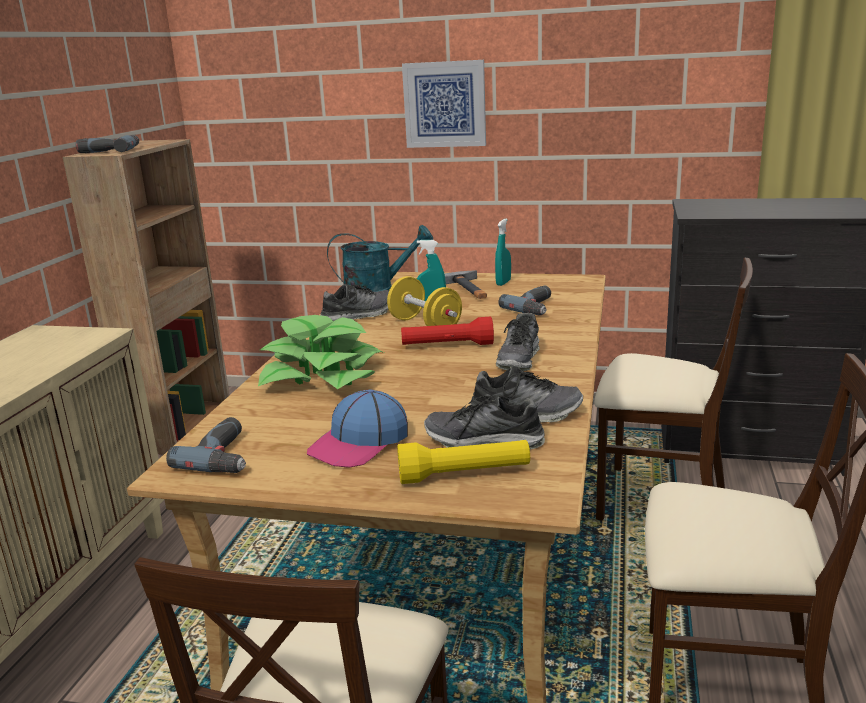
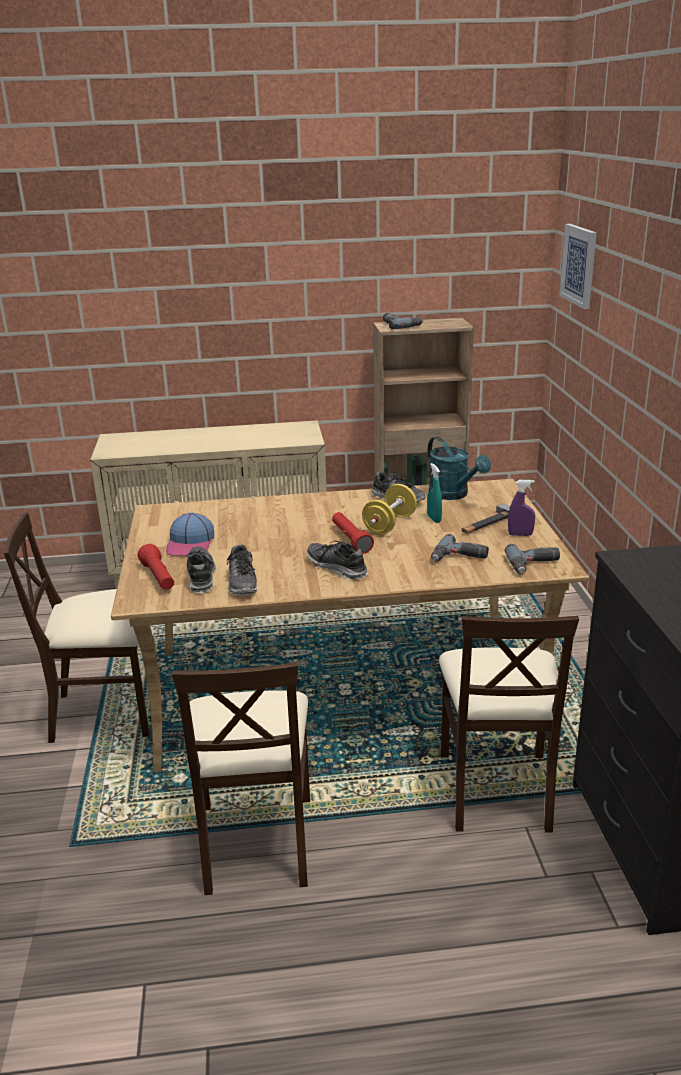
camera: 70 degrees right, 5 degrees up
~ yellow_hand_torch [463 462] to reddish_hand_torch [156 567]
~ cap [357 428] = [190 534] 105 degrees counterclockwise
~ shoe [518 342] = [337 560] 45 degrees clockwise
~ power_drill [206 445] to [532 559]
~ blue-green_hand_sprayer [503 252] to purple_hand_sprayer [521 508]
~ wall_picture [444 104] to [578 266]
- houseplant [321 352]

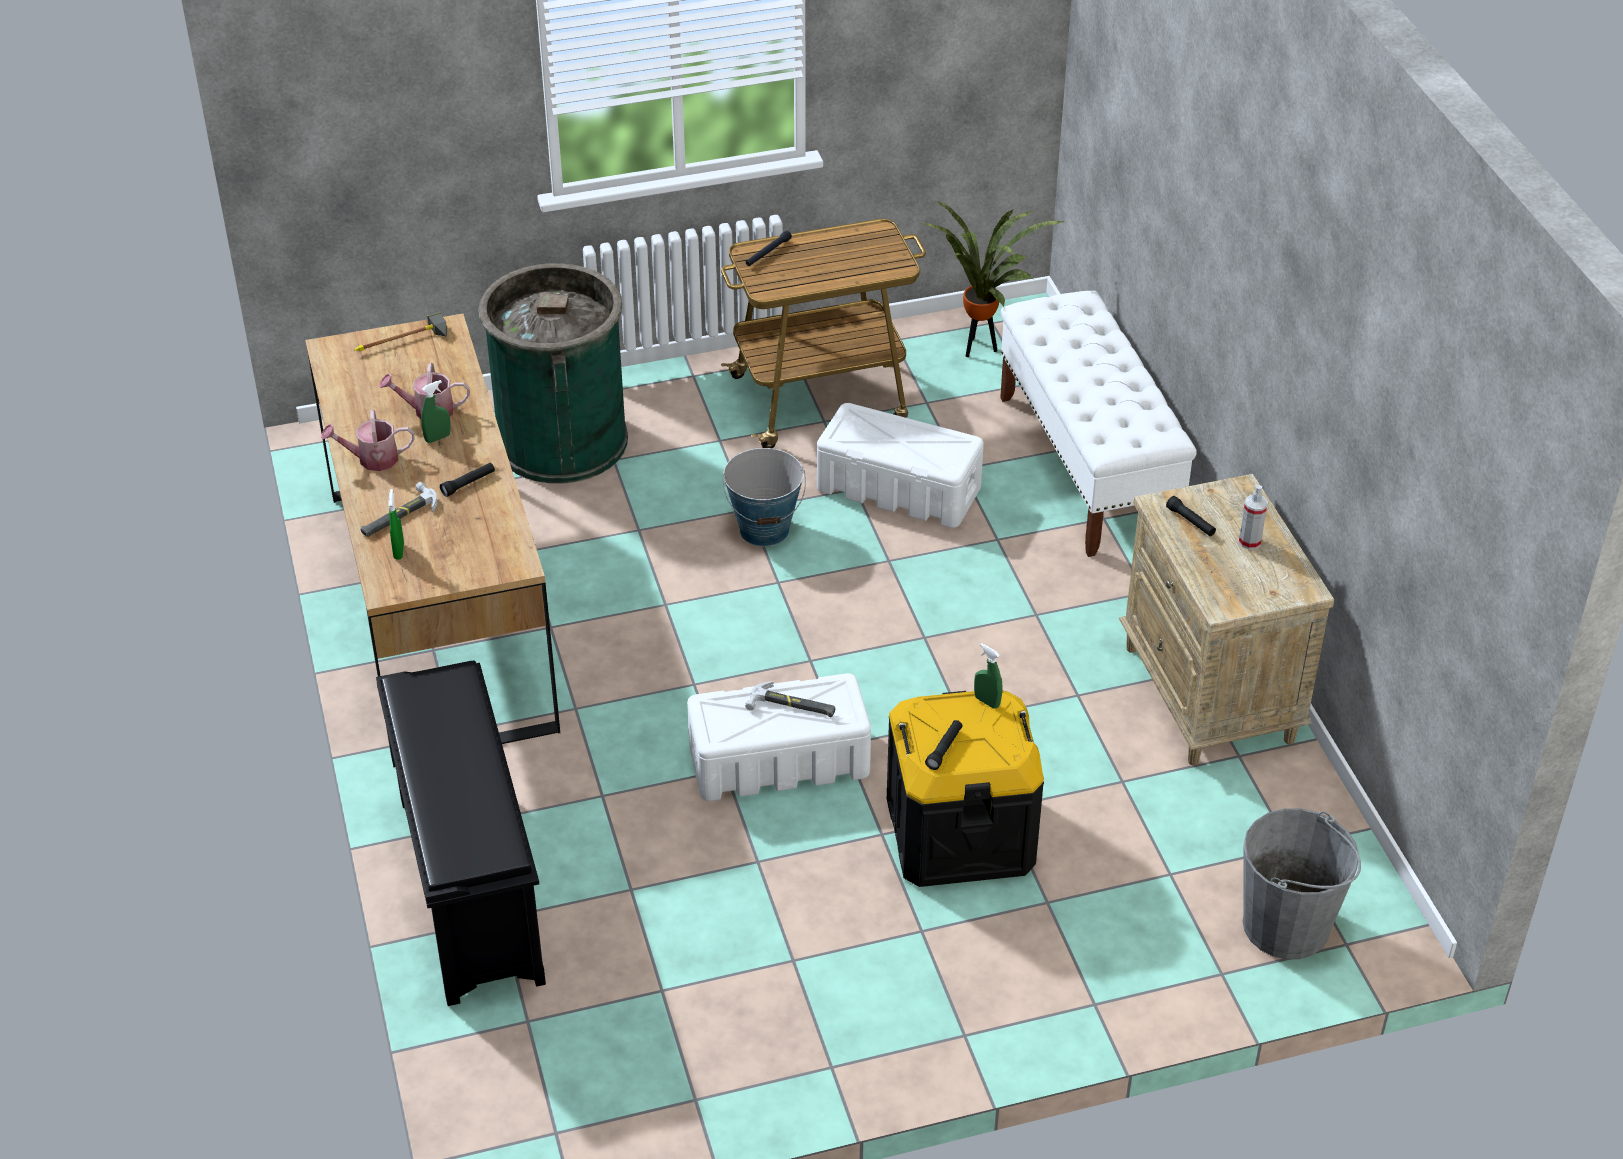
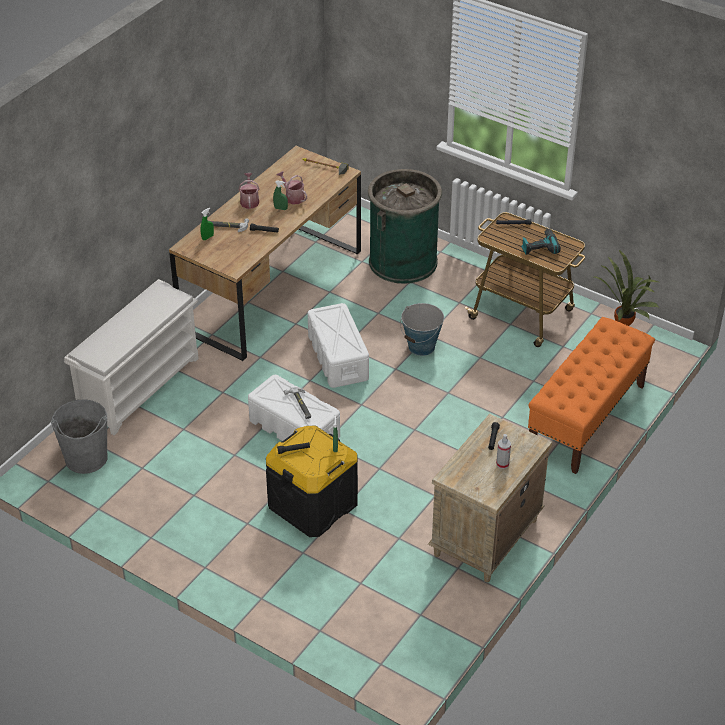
camera: 50 degrees right, 0 degrees up
~ grey_bucket [1302 883] to [79 436]
~ black-coloured_shoe_shelf [461 833] to white-coloured_shoe_shelf [131 357]
~ sprinkling_can [367 440] = [249 191] 45 degrees clockwise
~ white-coloured_storage_box [900 465] to [338 345]
+ power_drill [541 241]
~ white-coloured_indoor_bench [1098 424] to orange-coloured_indoor_bench [591 395]

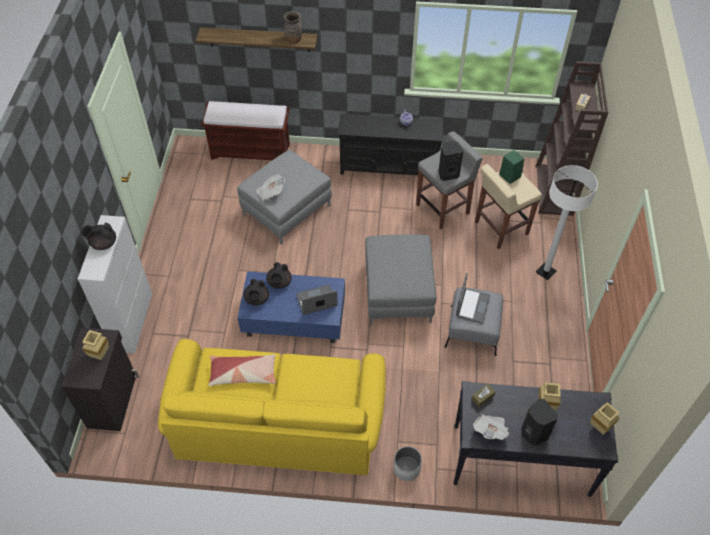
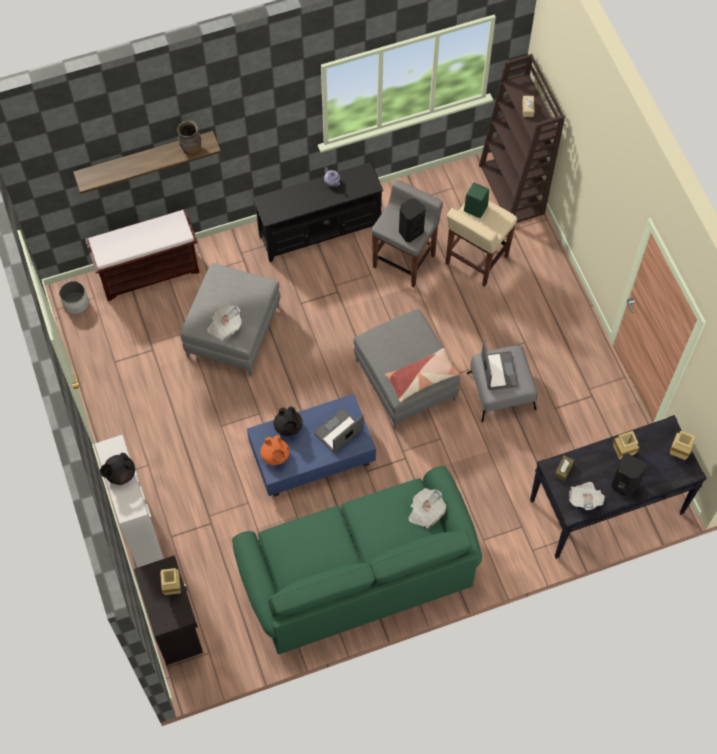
camera: 25 degrees left, 10 degrees up
~ white-coloured_flower_pot [407 463] to [74 297]
~ yellow_settee [272 407] to green_settee [357 560]
~ black-coloured_pot_for_tea [256 292] to orange-coloured_pot_for_tea [275 450]
~ throw_pillow [242 370] to [422 375]
+ newspaper [427 508]
- white-coloured_floor_lamp [567 222]

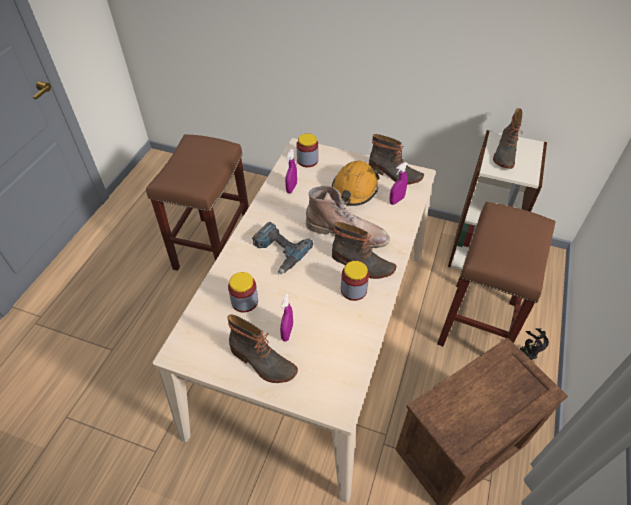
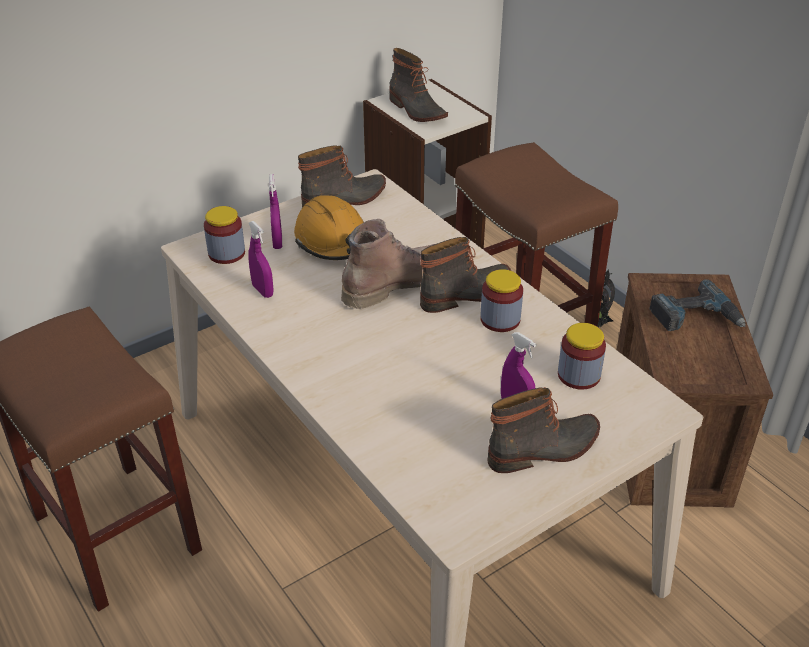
camera: 55 degrees left, 10 degrees down
~ purple_hand_sprayer [398 183] to [275 211]
~ preserve_jar [243 292] to [582 356]
~ power_drill [282 248] to [698 305]

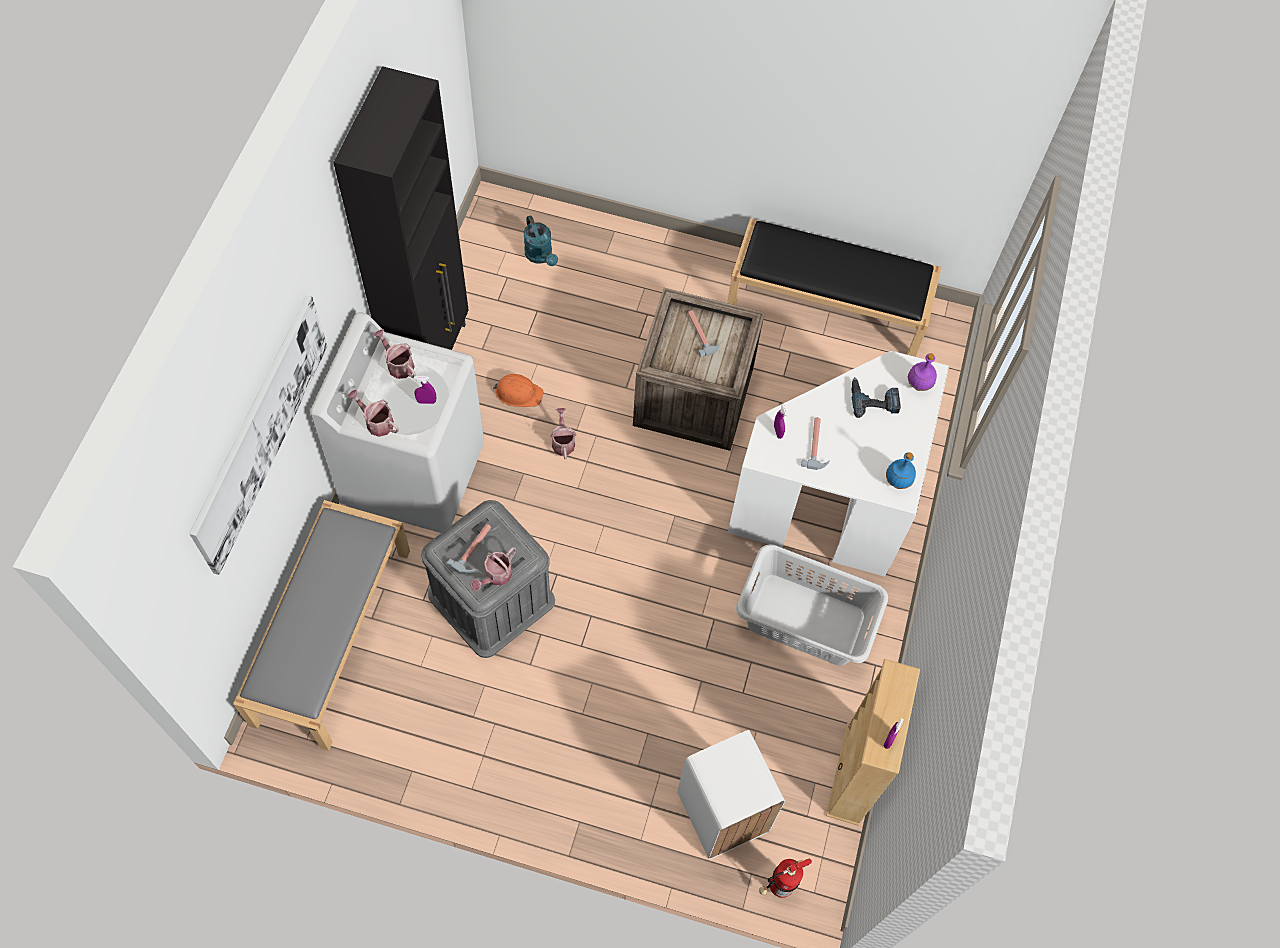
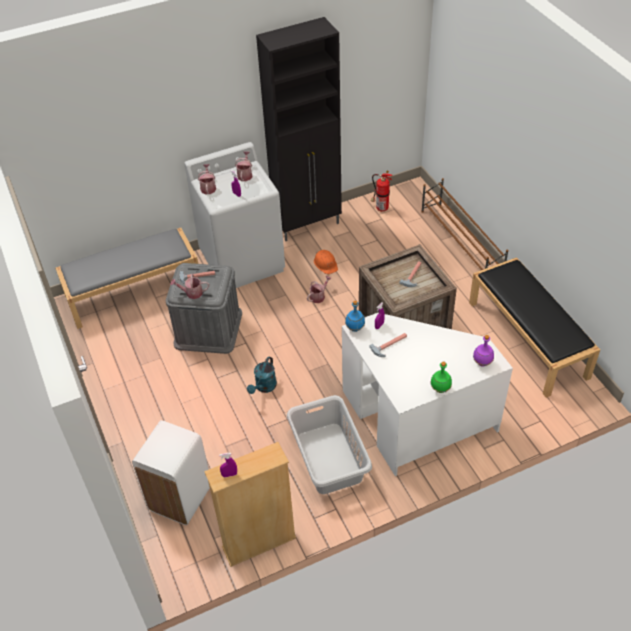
camera: 55 degrees right, 15 degrees down
~ blue-green_sprinkling_can [541 240] to [262 375]
~ bluish_beverage_bottle [901 470] to [355 316]
~ fire-fighting_cylinder [785 878] to [381 191]
+ brownish_shoe_shelf [464 224]
+ green_beverage_bottle [441 377]
- wall_picture [258 435]
- power_drill [876 397]

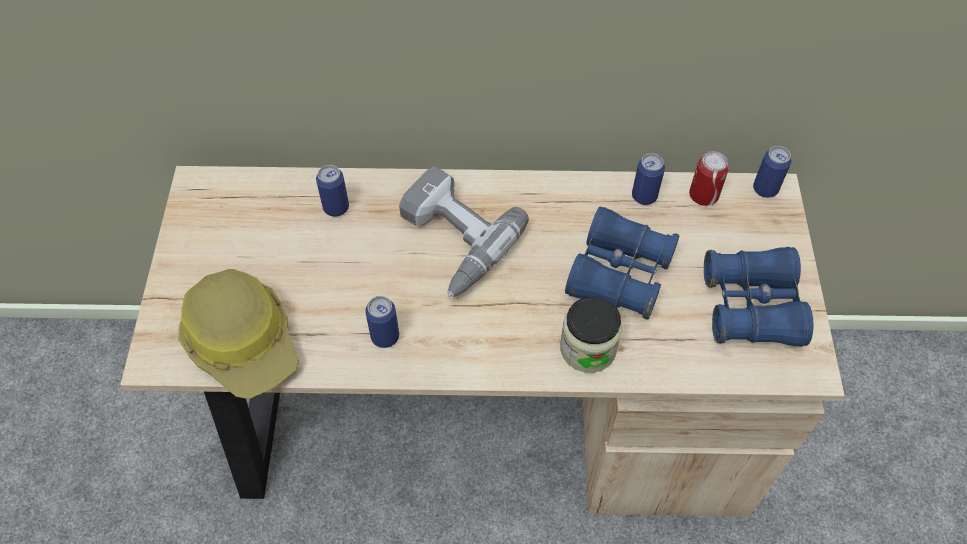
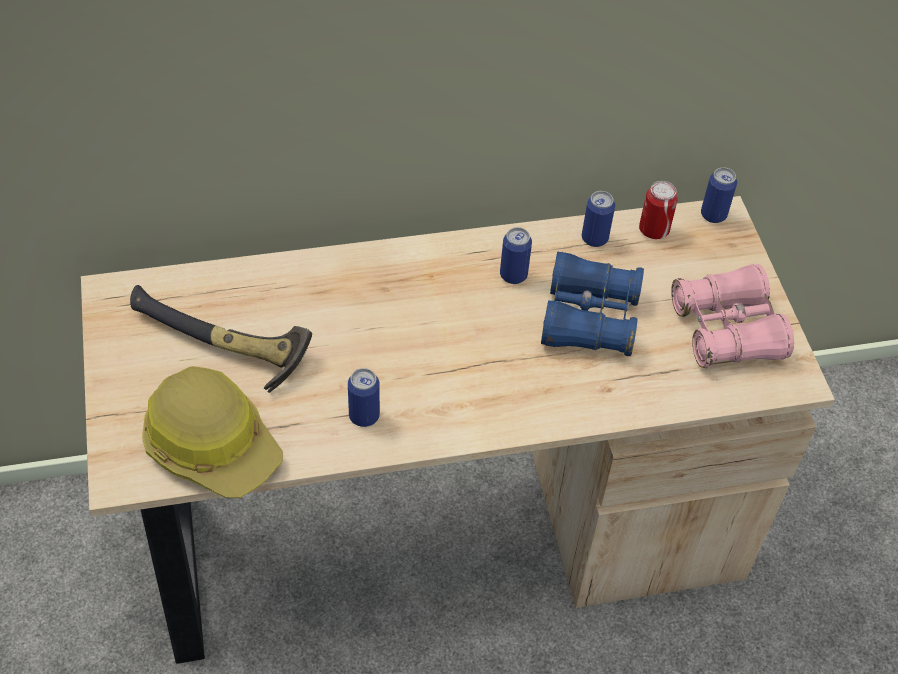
camera: 15 degrees left, 5 degrees down
+ hand_hammer [221 339]
~ sealed_can [332 191] to [516 255]
~ bluish_binoculars [759 297] to pinkish_binoculars [732 316]
- power_drill [464 231]
- preserve_jar [591 334]

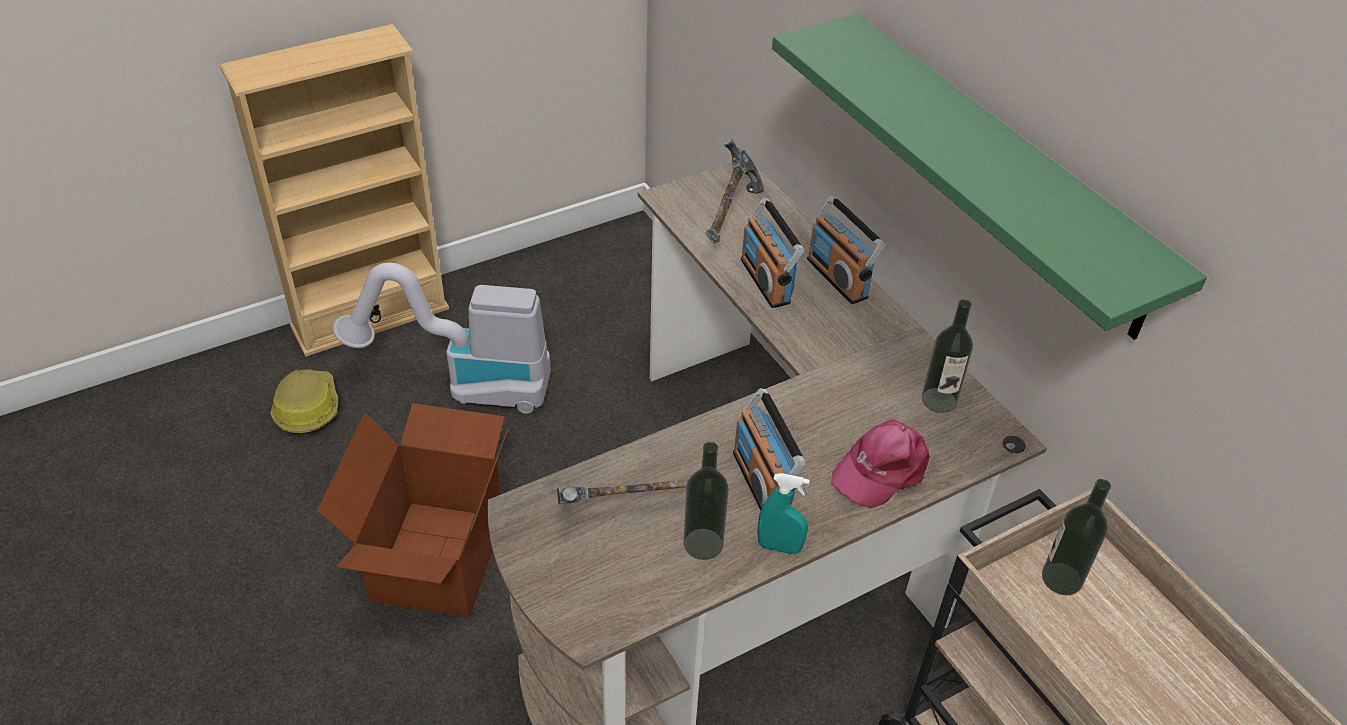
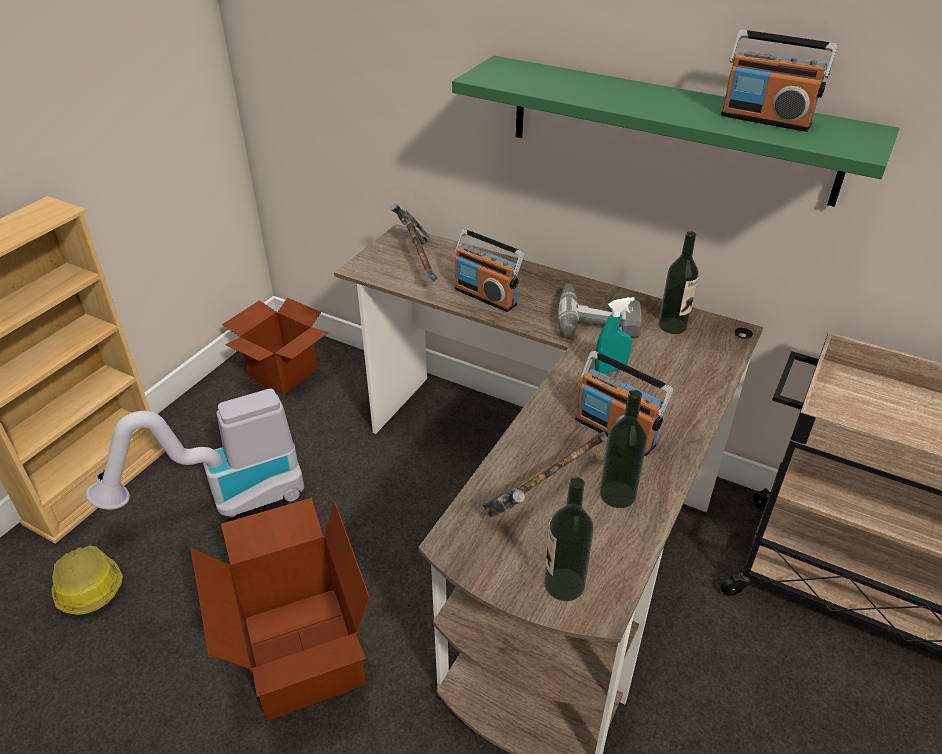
camera: 30 degrees left, 5 degrees down
+ cardboard_box [275 346]
~ beverage_bottle [1076 537] to [569 539]
+ power_drill [600 310]
~ blue-green_hand_sprayer [783 513] to [615 335]
~ radio [846 250] to [779 81]
- pinkish_cap [880 464]

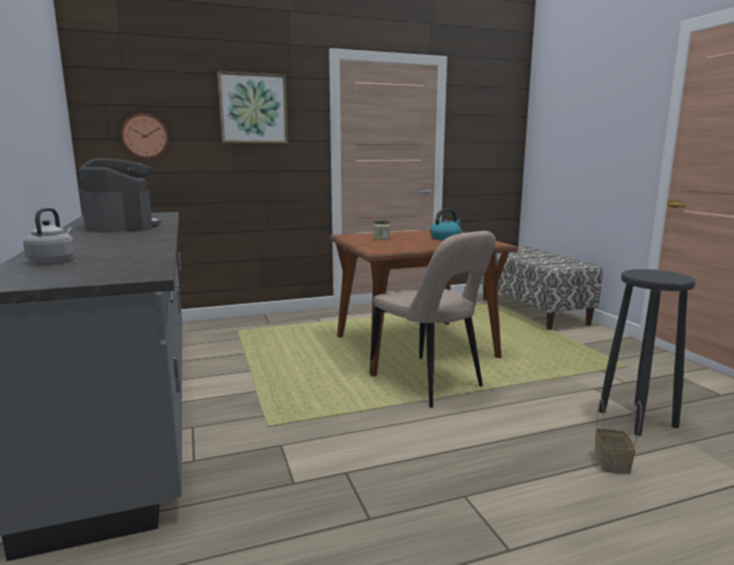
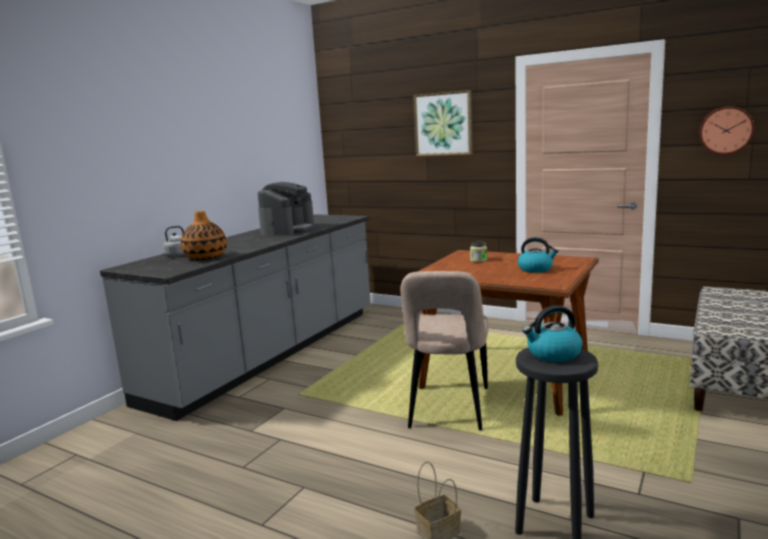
camera: 50 degrees right, 0 degrees up
+ flower_vase [204 235]
+ tea_kettle [552 333]
~ clock_on_the_wall [144 136] to [727 130]

